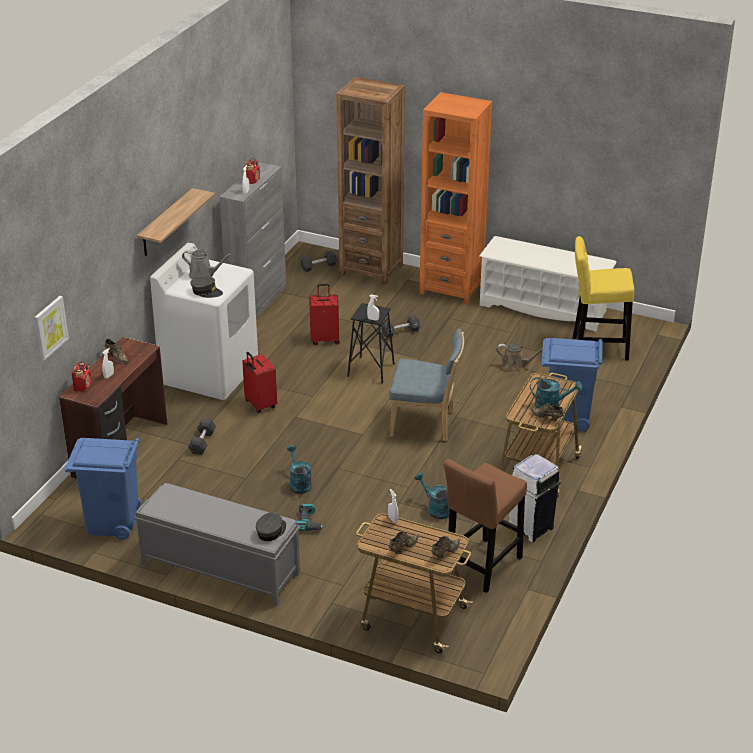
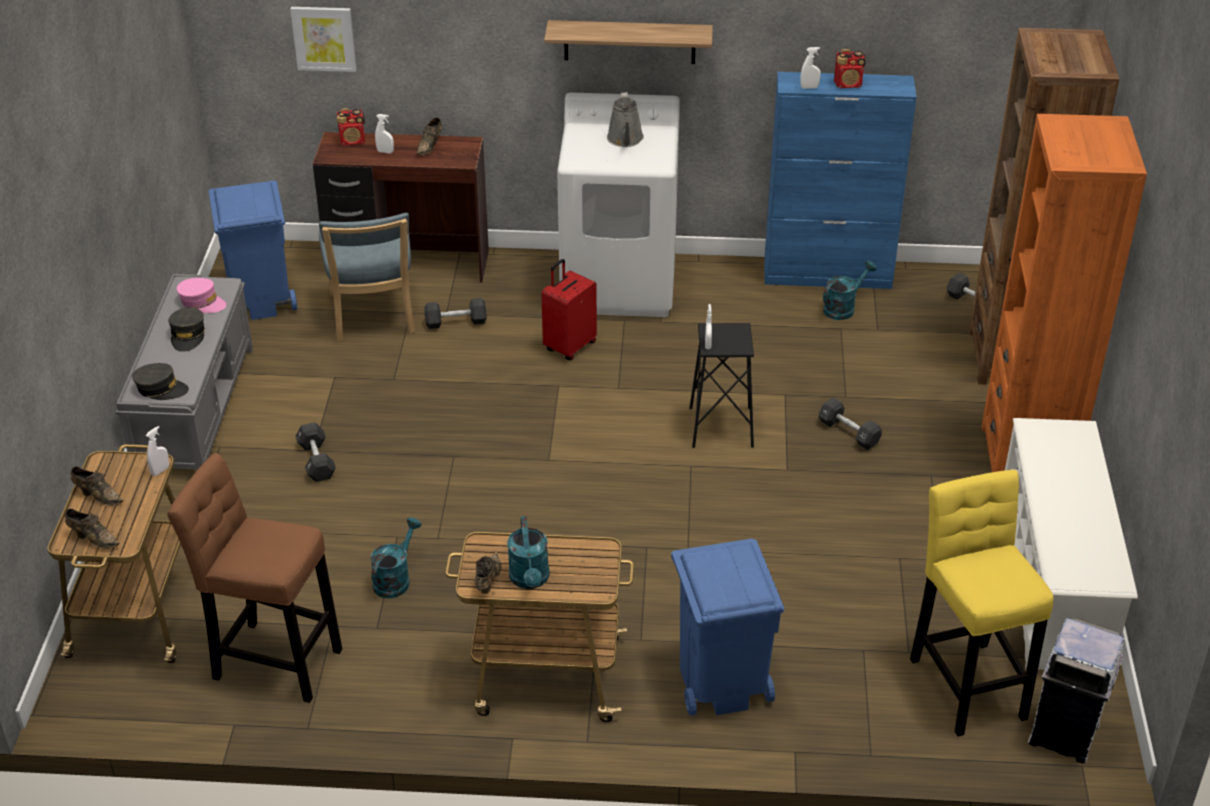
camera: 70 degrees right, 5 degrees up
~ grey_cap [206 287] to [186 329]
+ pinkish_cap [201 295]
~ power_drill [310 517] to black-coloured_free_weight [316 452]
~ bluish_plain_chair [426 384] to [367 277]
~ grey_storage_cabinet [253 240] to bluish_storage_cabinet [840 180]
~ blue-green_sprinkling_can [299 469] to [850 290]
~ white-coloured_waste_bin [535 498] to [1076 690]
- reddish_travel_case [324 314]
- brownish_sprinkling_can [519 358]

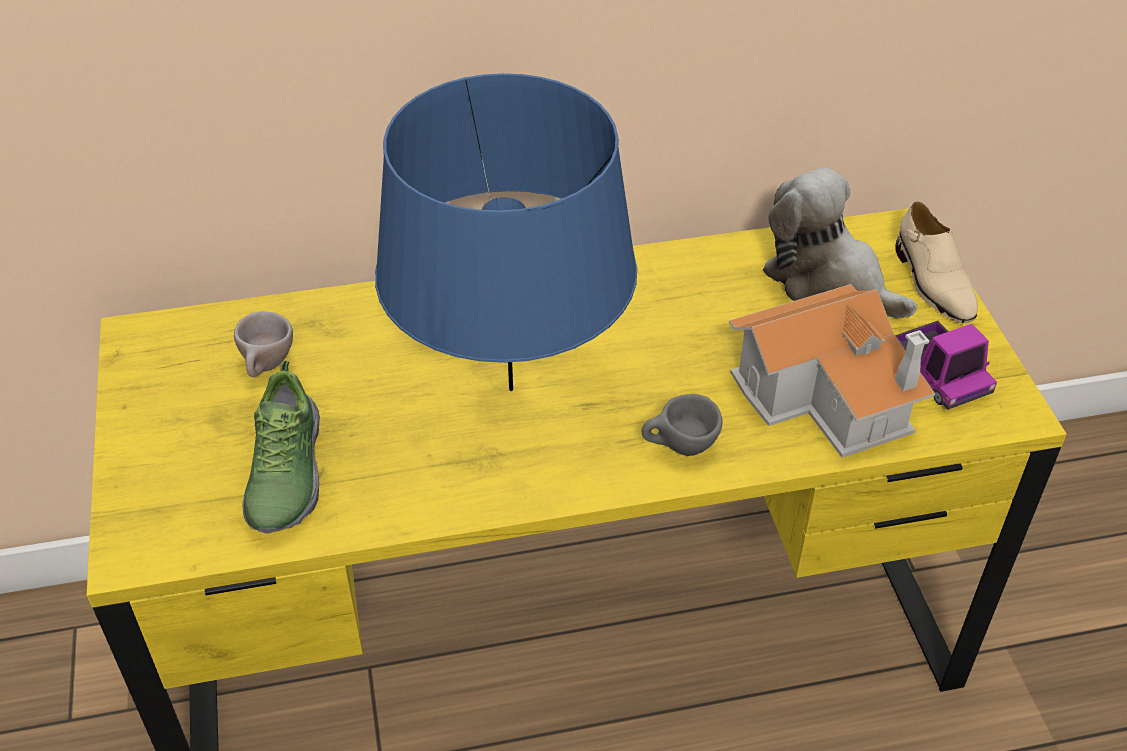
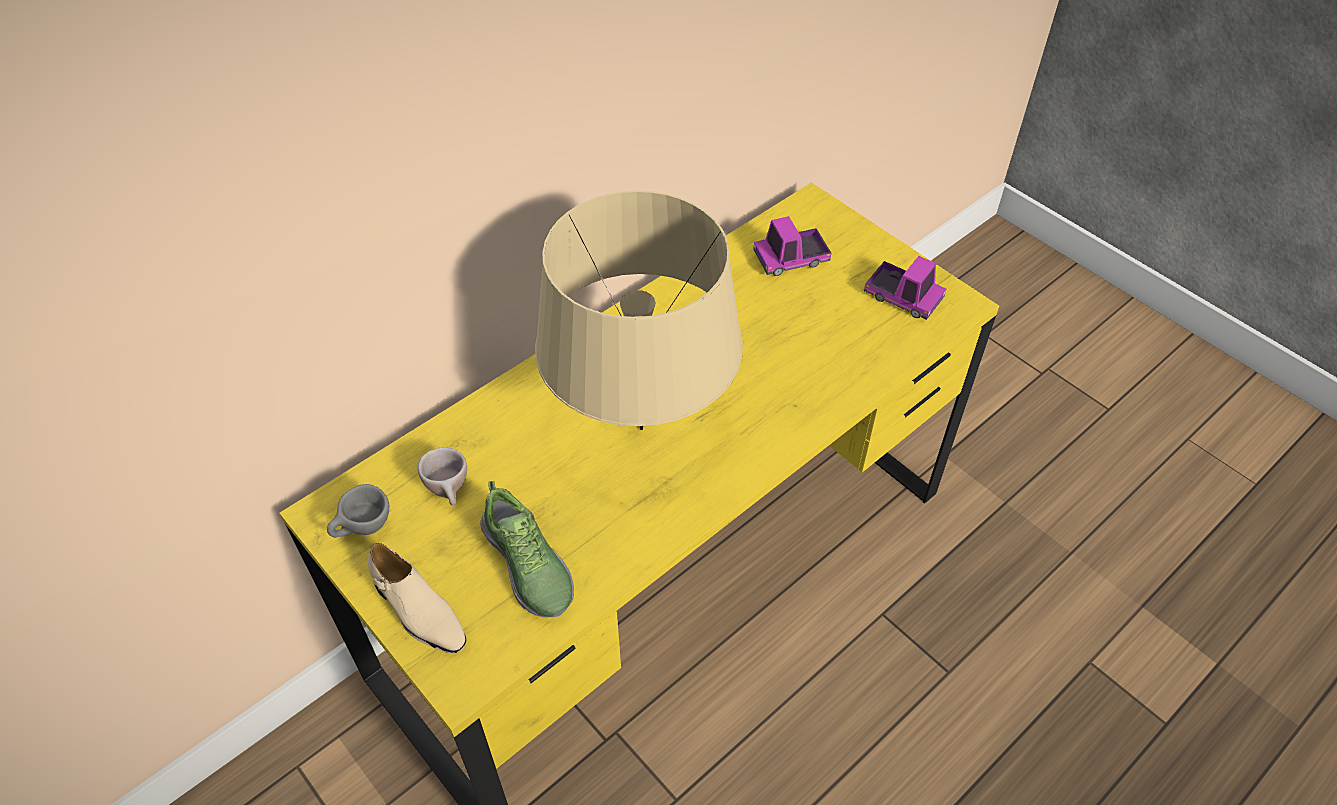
camera: 30 degrees left, 5 degrees up
~ grey_small_cup [681 425] to [358 511]
~ beige-coloured_shoe [936 262] to [417 598]
~ bluish_table_lamp [506 232] to beige-coloured_table_lamp [639 310]
~ cuddly_toy [840 242] to toy_lorry [792 246]
- model_house [832 371]

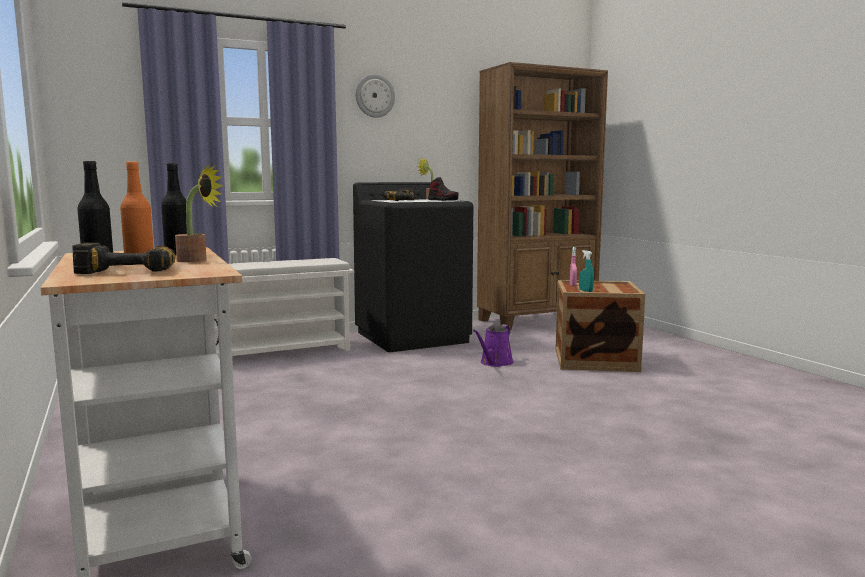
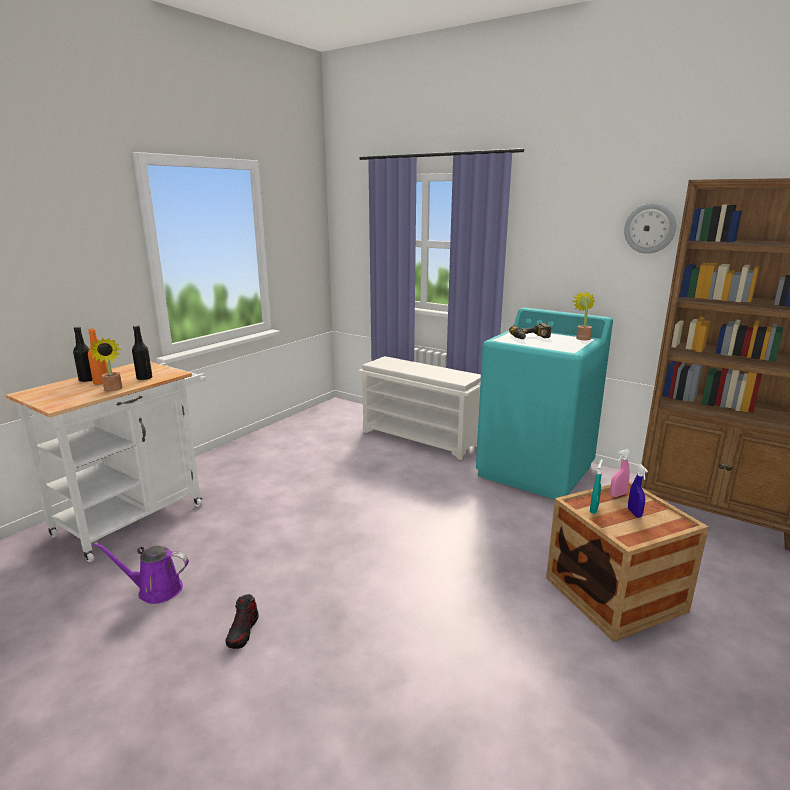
camera: 60 degrees right, 10 degrees up
~ purple_sprinkling_can [493 346] to [141 573]
~ shoe [443 189] to [242 621]
~ black-coloured_washing_machine [413 267] to blue-green_washing_machine [544 403]
~ clock_on_the_wall [375 96] to [650 228]
+ bluish_hand_sprayer [638 491]
- power_drill [124 258]

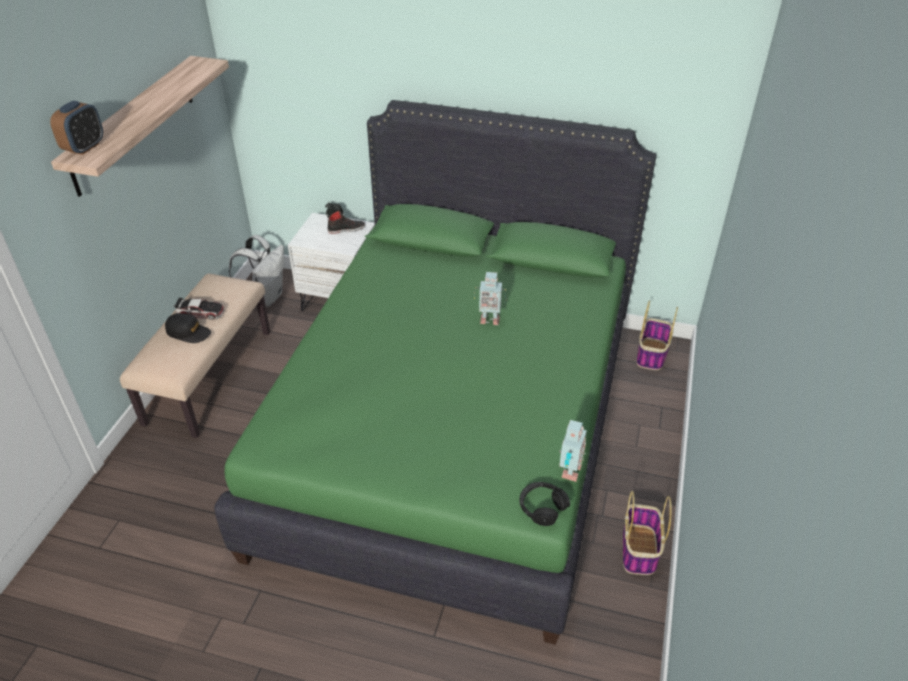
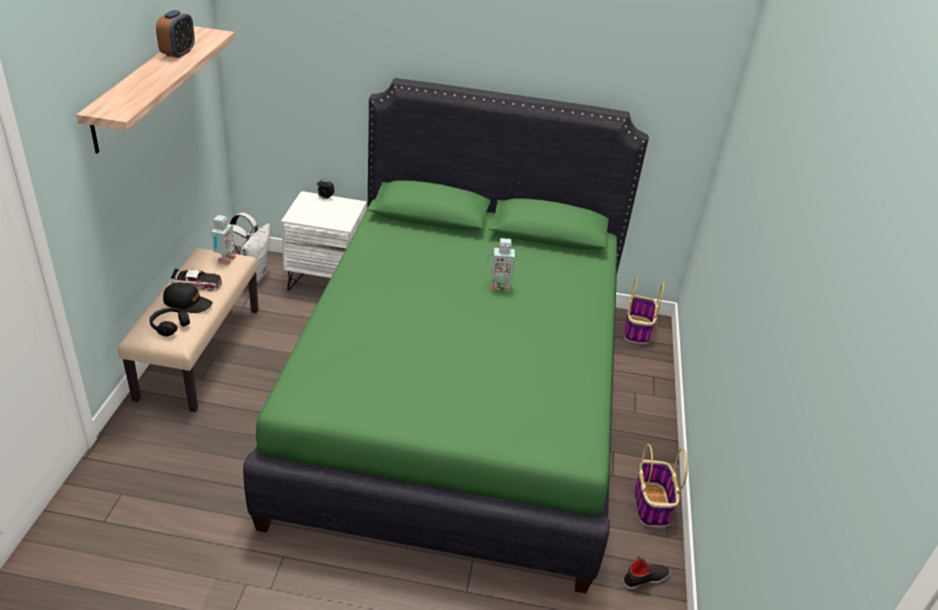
camera: 10 degrees left, 5 degrees down
~ black-coloured_pair_of_headphones [544 504] to [170 322]
~ alarm_clock [76 128] to [175 34]
~ robot_figure [573 451] to [223 240]
~ black-coloured_shoe [346 222] to [646 572]

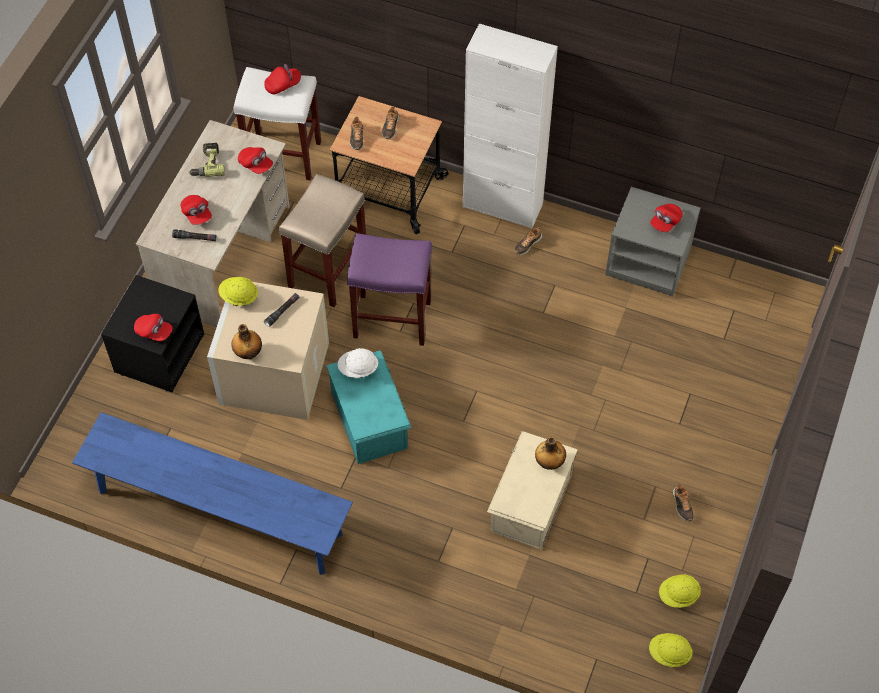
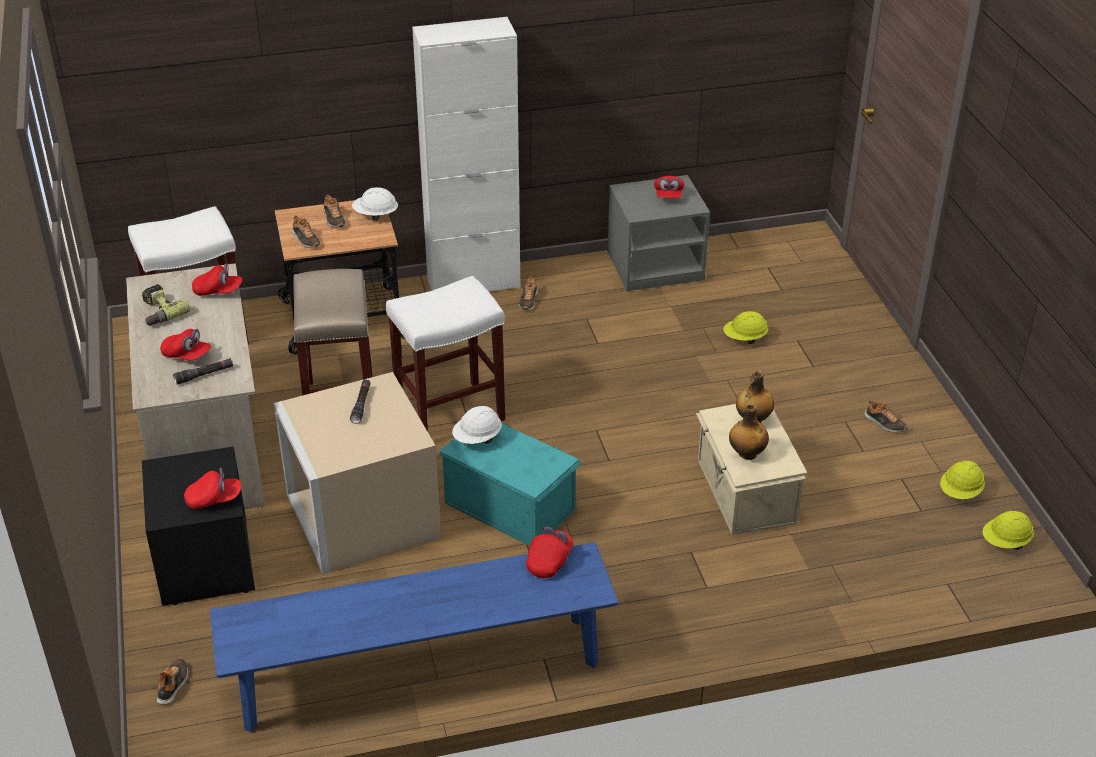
camera: 35 degrees left, 20 degrees down
+ shoe [172 681]
+ white-coloured_safety_helmet [375 204]
~ purple_stool_seat [389 289] to white-coloured_stool_seat [445 354]
~ reddish_cap [282 79] to [549 552]
~ yellow_safety_helmet [238 291] to [746 327]
~ beverage_bottle [247 341] to [749 432]

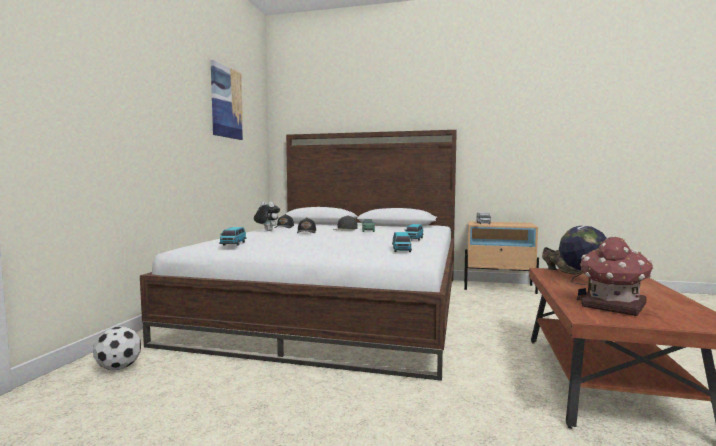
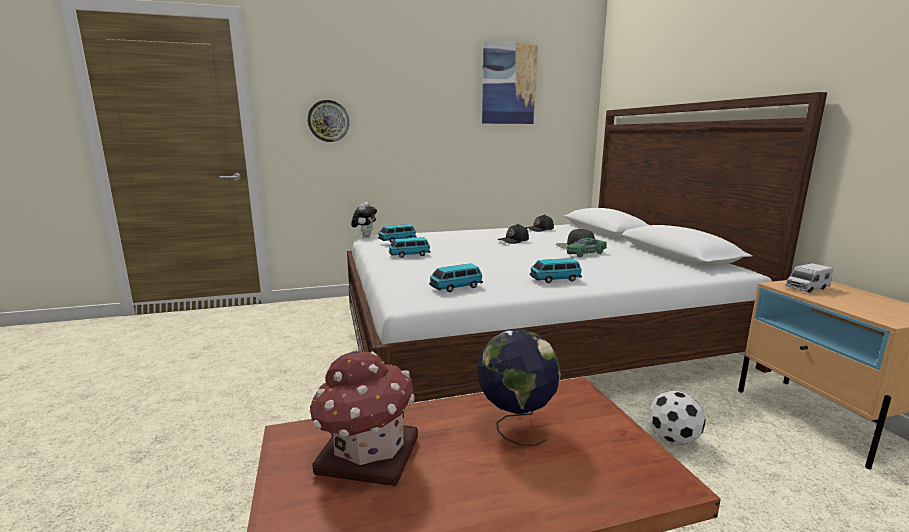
camera: 60 degrees right, 10 degrees up
+ clock_on_the_wall [328 121]
~ cuddly_toy [267 216] to [364 219]
+ miniature_car [410 247]
~ football [117 348] to [677 418]
- brownish_shoe [562 260]

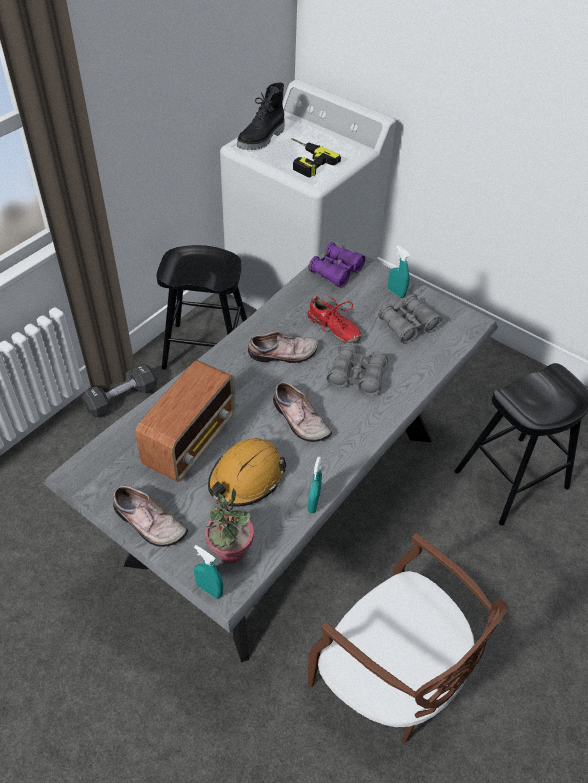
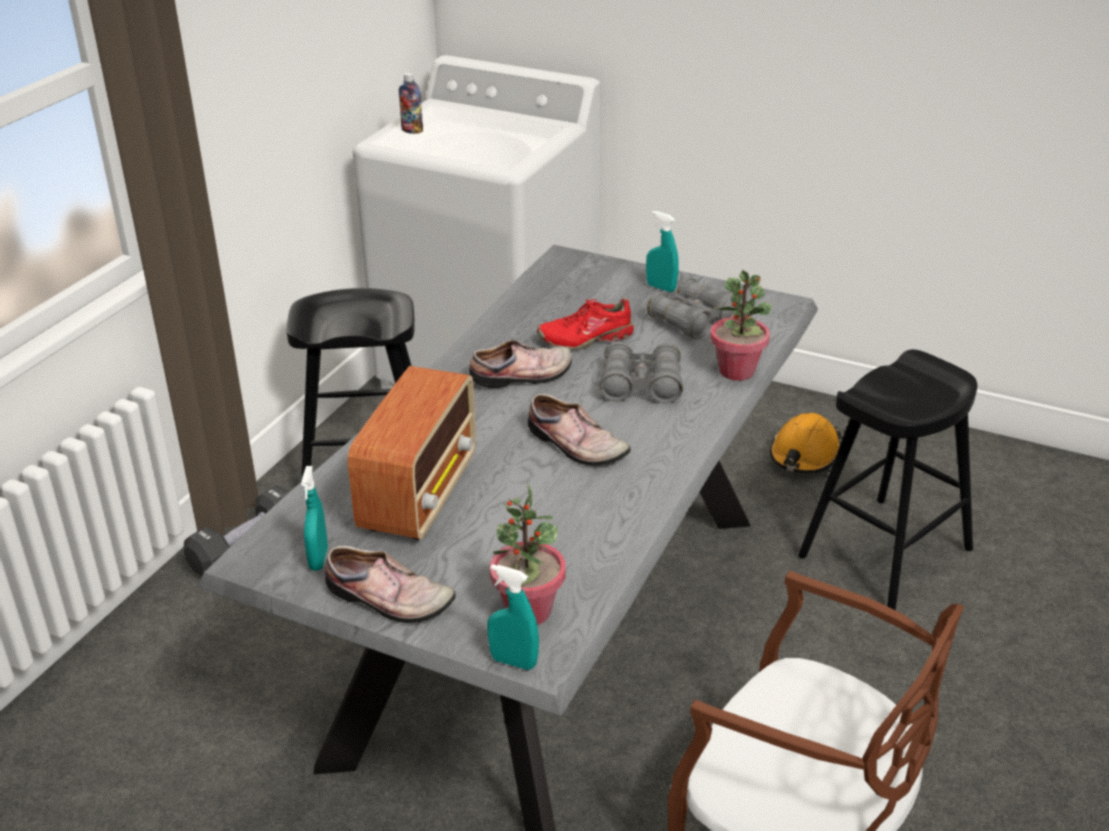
camera: 10 degrees left, 15 degrees down
~ blue-green_hand_sprayer [315 485] to [314 518]
~ black-coloured_tall_boot [261 116] to beverage_bottle [411 103]
~ reddish_shoe [335 318] = [585 324] 135 degrees clockwise
+ houseplant [741 325]
~ orange-coloured_safety_helmet [247 472] to [806 443]
- power_drill [316 158]
- purple_binoculars [336 265]

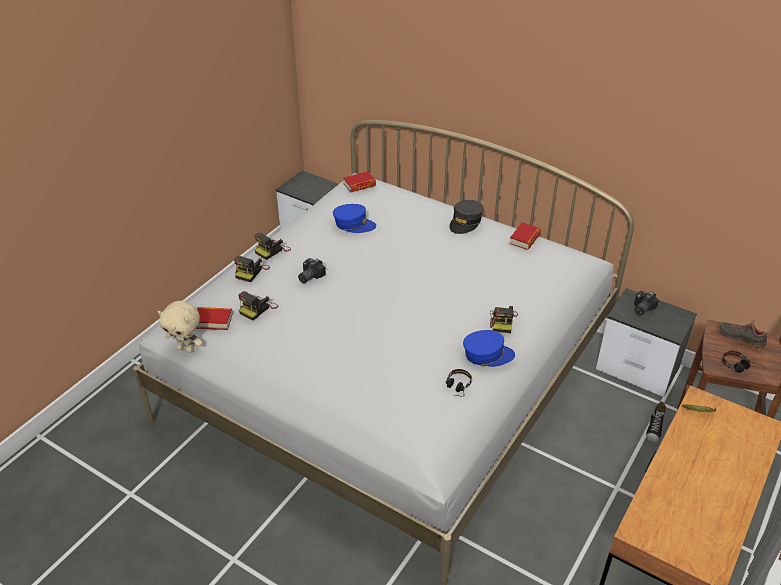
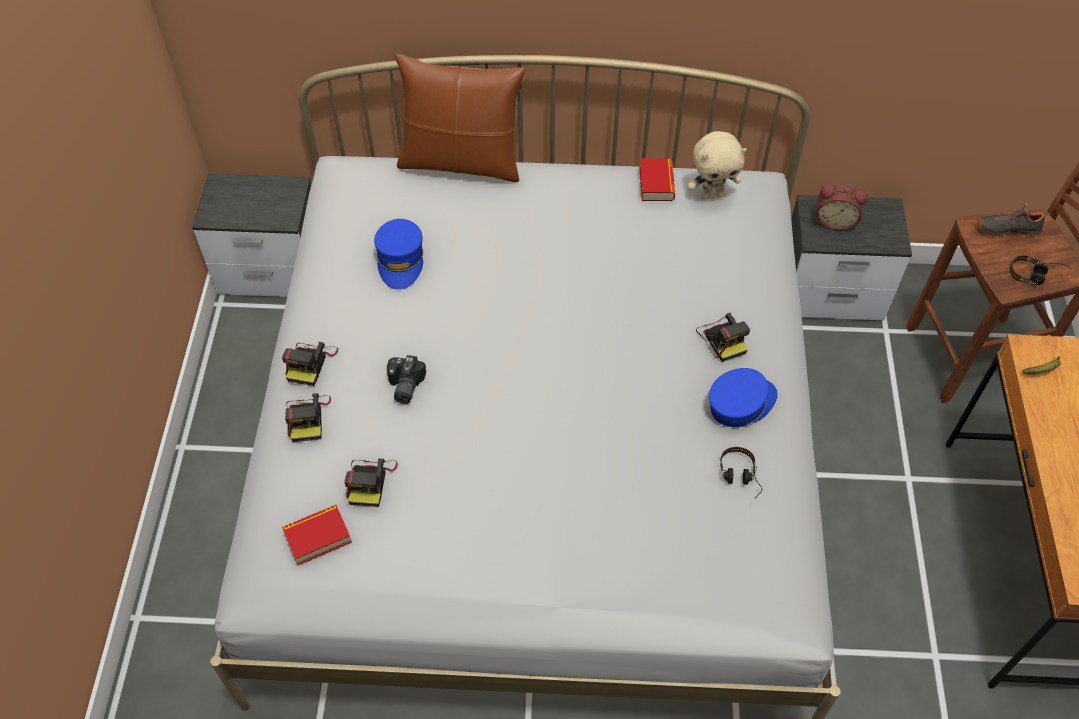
camera: 30 degrees left, 15 degrees up
~ bluish_cap [354 218] = [398 254] 105 degrees clockwise
+ brownish_throw_pillow [459 118]
~ beige-coloured_cuddly_toy [180 327] to [717 165]
~ still_camera [646 303] to alarm_clock [842 207]
- book [359 182]
- grey_cap [466 217]
- shoe [656 422]

